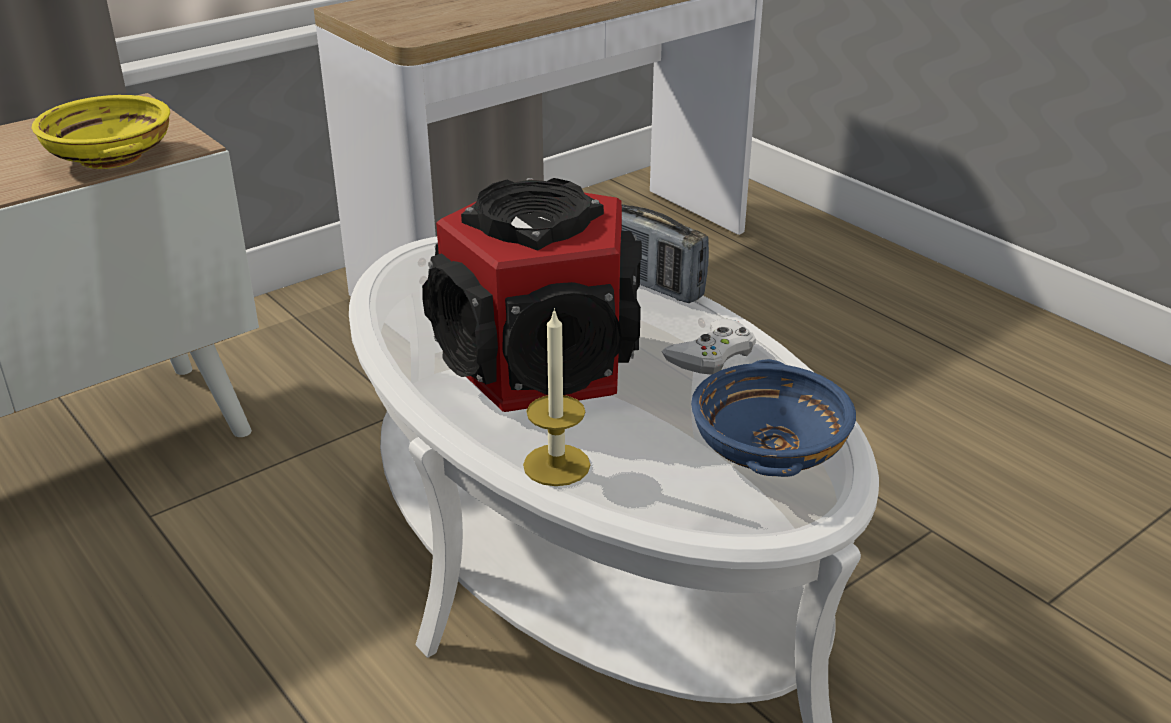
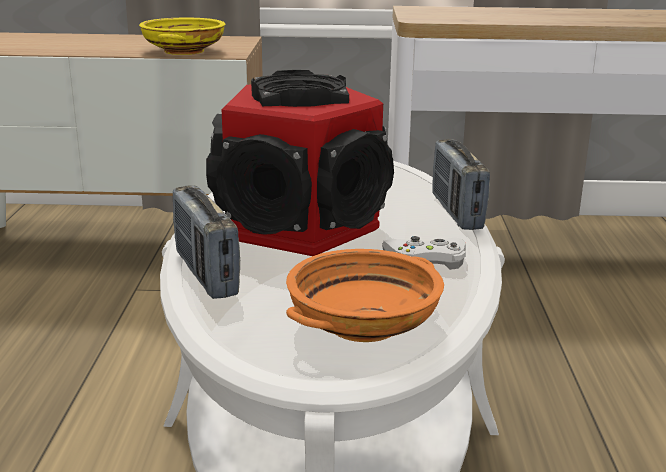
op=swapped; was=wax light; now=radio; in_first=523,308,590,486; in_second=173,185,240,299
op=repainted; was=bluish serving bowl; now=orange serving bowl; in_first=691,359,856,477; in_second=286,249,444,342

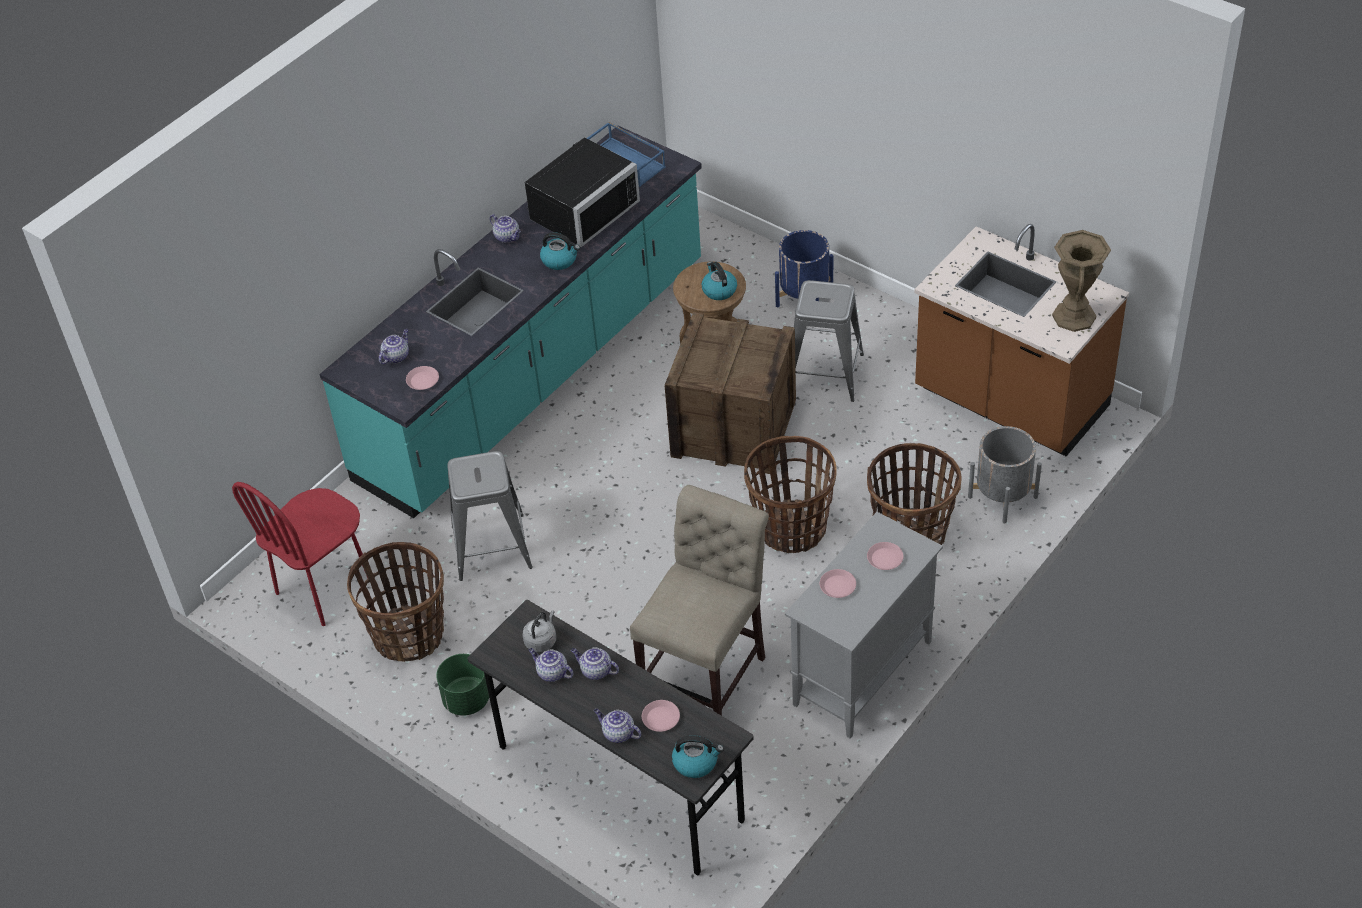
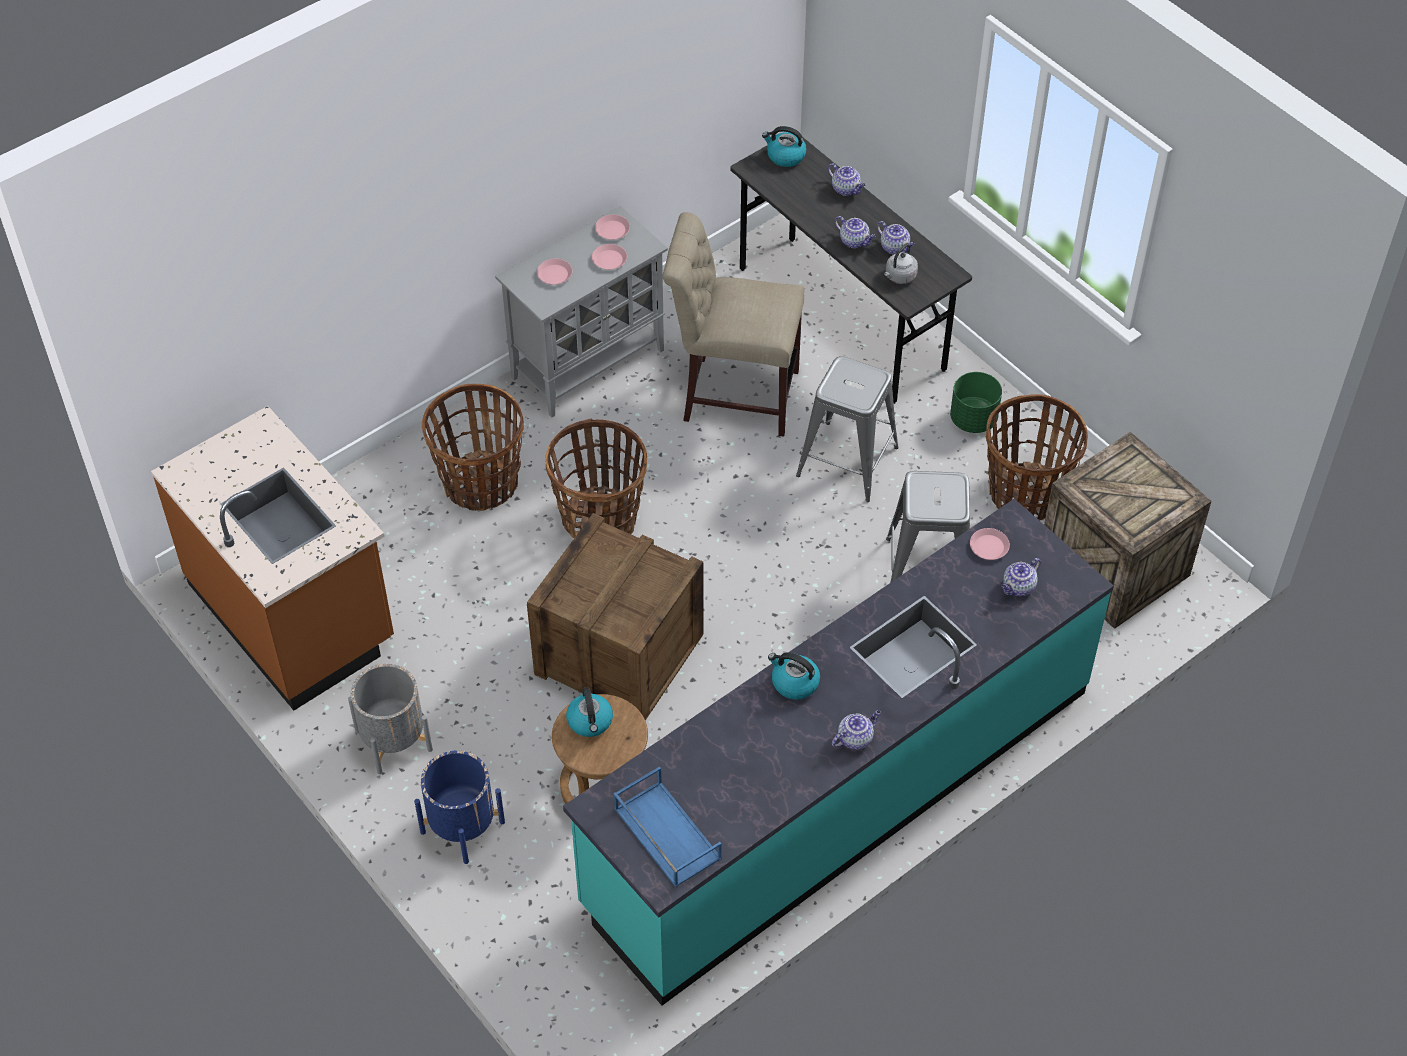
op=gone; was=blackish kitchen microwave; in_first=525,137,640,247
op=rotated; was=pot for tea; in_first=490,214,521,243; in_second=832,710,881,750; clockwise=90
op=gone; was=brown-coloured vase; in_first=1052,230,1111,332
op=shifted; was=greyish sitting stool; in_first=794,280,864,402; in_second=796,356,899,502
op=shifted; was=greyish flower pot; in_first=968,426,1042,523; in_second=348,664,433,774
op=swapped; was=red-coloured plain chair; now=crate; in_first=232,482,368,626; in_second=1044,432,1211,629
op=rotated; was=sand-coloured plain chair; in_first=630,485,769,716; in_second=662,212,804,437; clockwise=60
op=shifted; was=pink plate; in_first=642,700,680,732; in_second=595,215,630,240

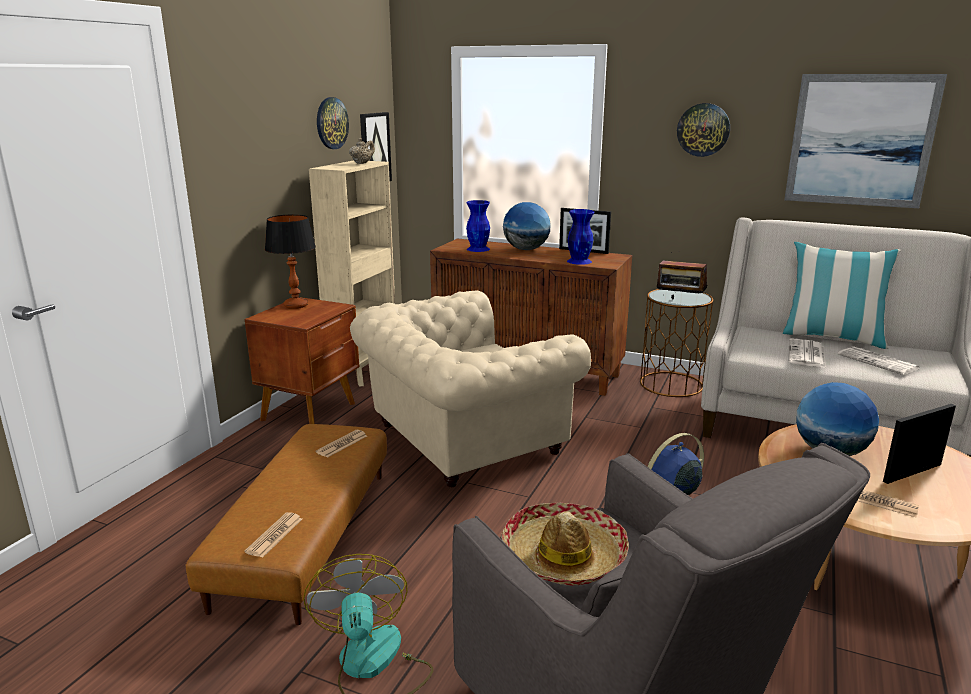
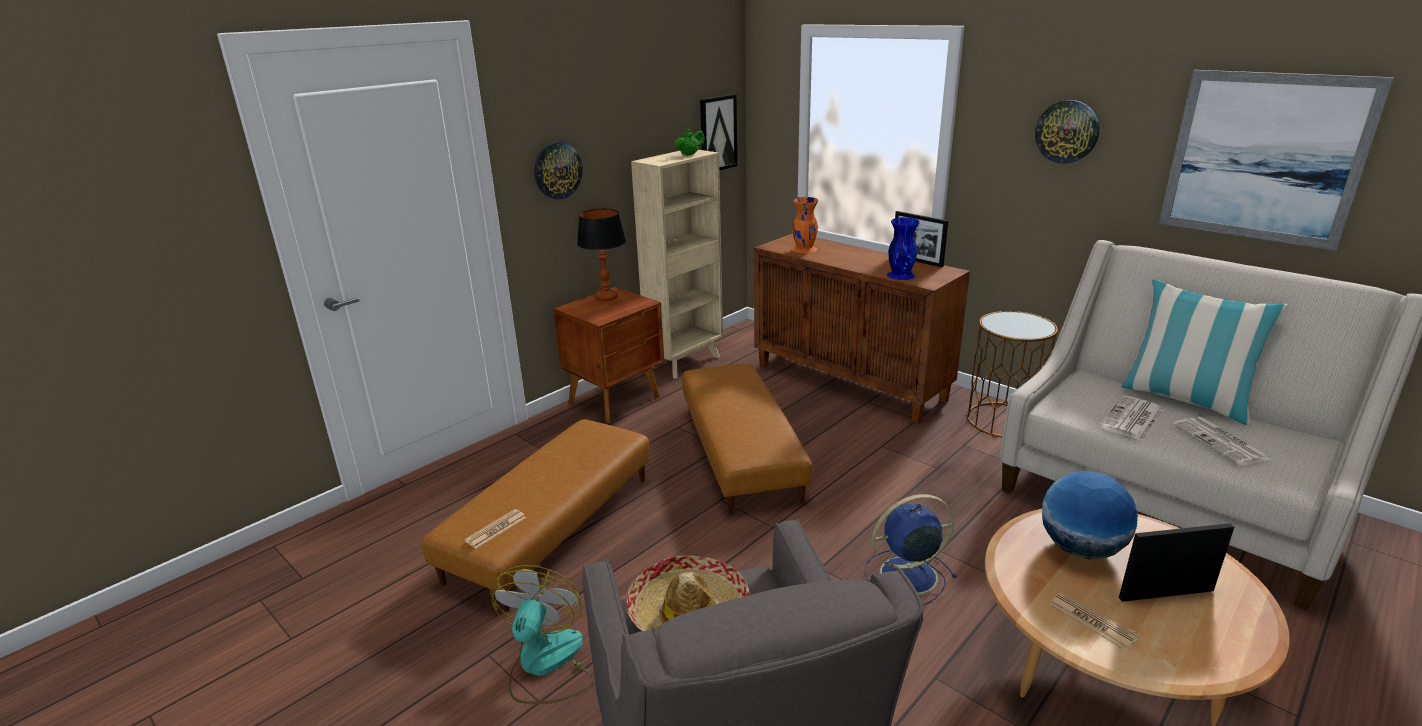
op=shifted; was=hanging clock; in_first=317,97,349,149; in_second=534,142,582,199
op=repainted; was=sand-coloured pot for tea; now=green-coloured pot for tea; in_first=349,138,375,164; in_second=674,129,705,156
op=repainted; was=bluish vase; now=orange vase; in_first=466,200,490,252; in_second=792,197,818,253
op=gone; was=world globe; in_first=503,202,551,250
op=gone; was=radio; in_first=657,252,707,299
op=swapped; was=sand-coloured easy chair; now=brown-coloured pouffe; in_first=350,290,591,487; in_second=682,364,813,515
op=gone; was=daily paper; in_first=316,430,367,458

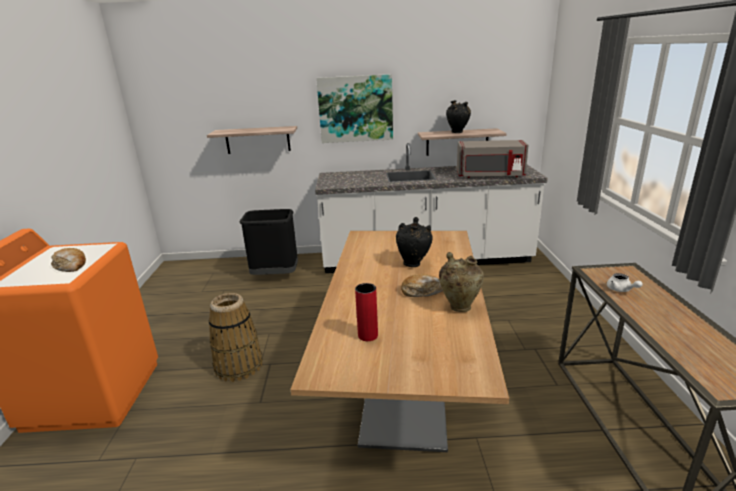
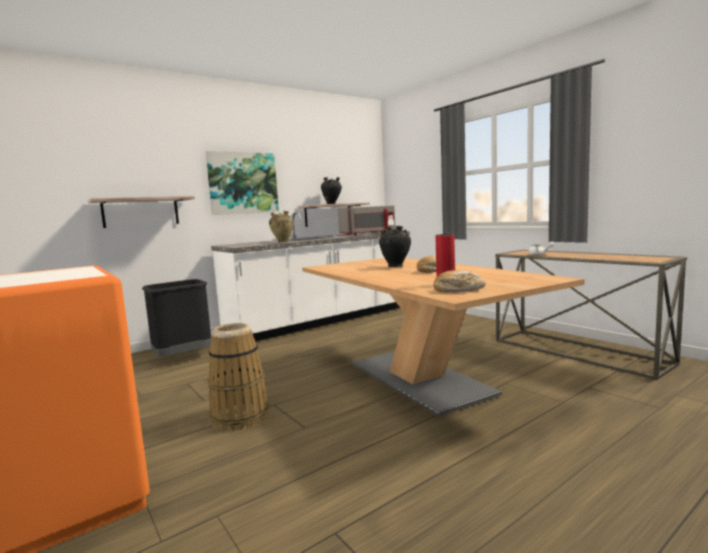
op=shifted; was=bread; in_first=51,248,86,272; in_second=433,270,486,292
op=shifted; was=sand-coloured vase; in_first=439,252,484,312; in_second=269,211,293,243

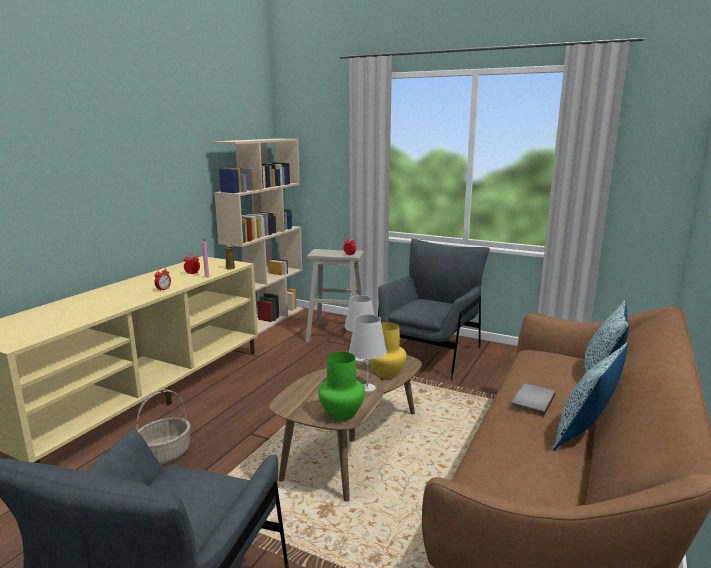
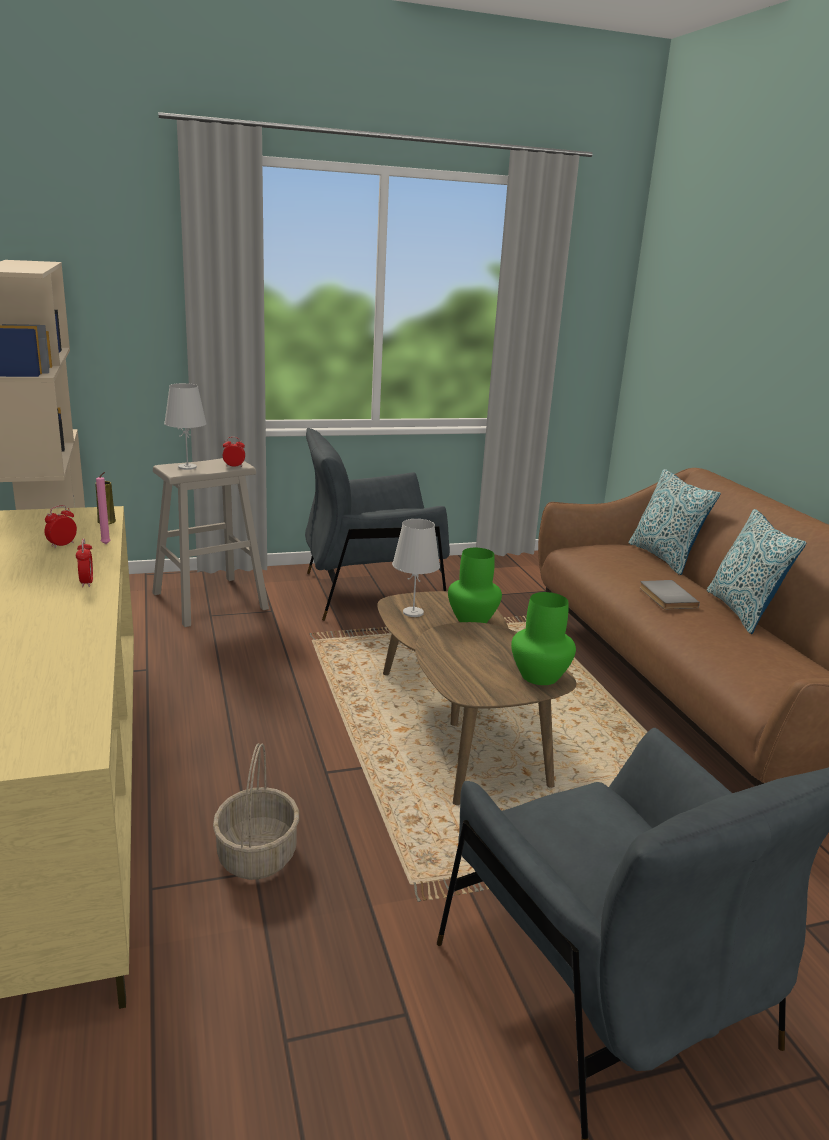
op=rotated; was=greyish easy chair; in_first=378,239,490,380; in_second=305,428,450,621; clockwise=-90
op=shifted; was=white table lamp; in_first=349,314,387,393; in_second=164,383,207,470
op=repainted; was=yellow vase; now=green-coloured vase; in_first=369,322,406,378; in_second=448,548,502,623

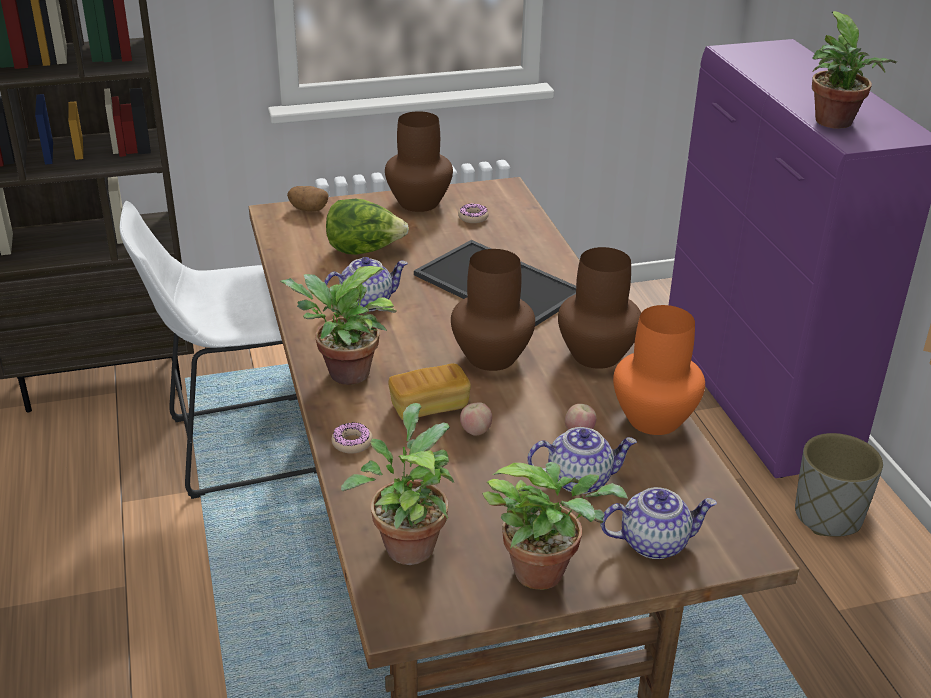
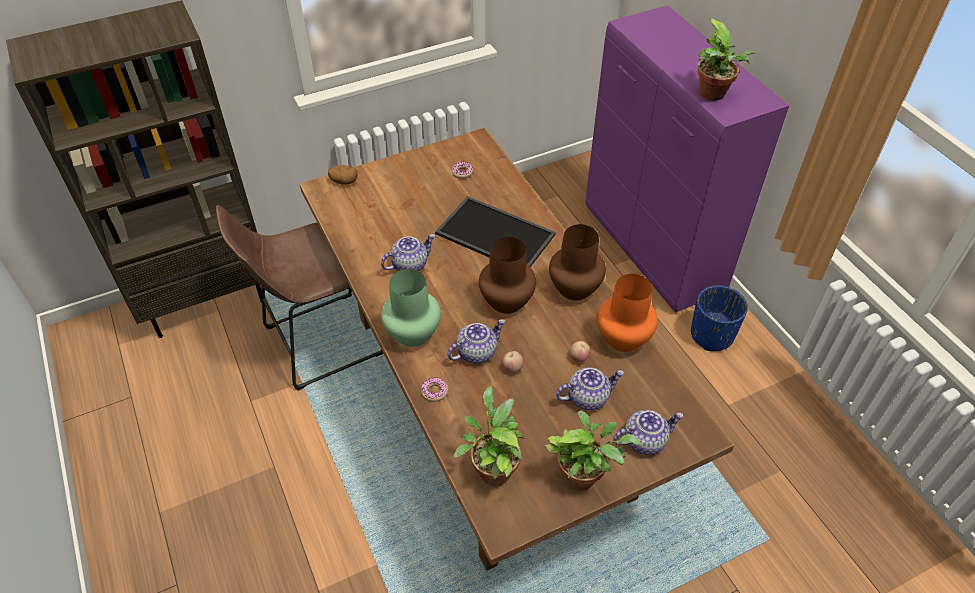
op=gone; was=brown-coloured vase; in_first=385,111,453,212
op=gone; was=lettuce; in_first=326,199,409,255
op=repainted; was=white sitting stool; now=brown-coloured sitting stool; in_first=120,201,317,499; in_second=216,205,384,391
op=swapped; was=plant in a pot; now=green-coloured vase; in_first=279,266,397,385; in_second=381,269,441,347
op=swapped; was=bread; now=pot for tea; in_first=388,363,471,420; in_second=447,319,506,364
op=repainted; was=greyish flower pot; now=bluish flower pot; in_first=795,433,883,537; in_second=691,285,748,351

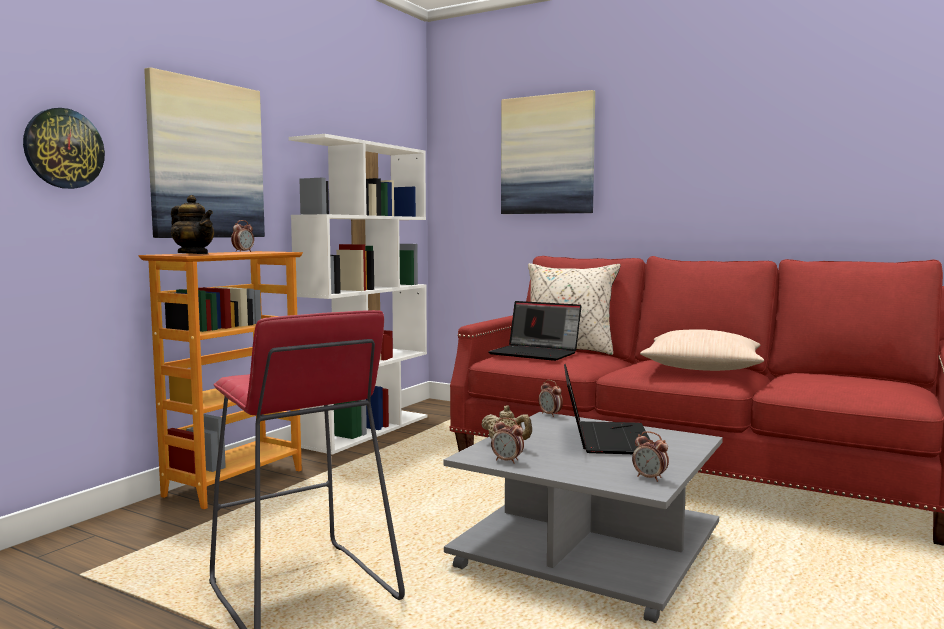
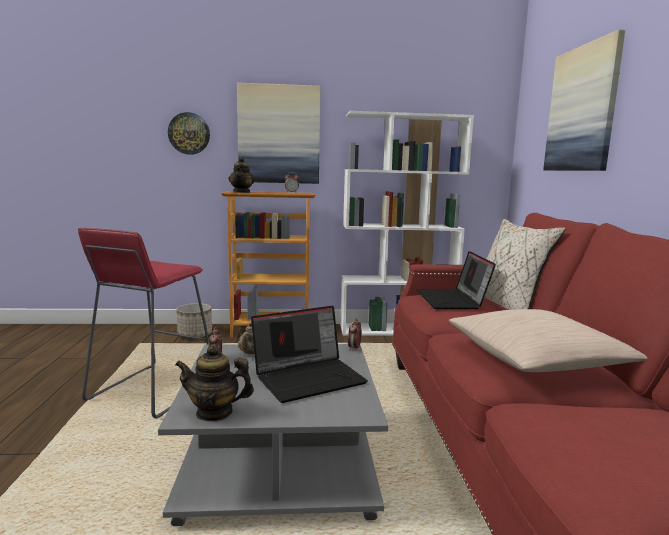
op=swapped; was=alarm clock; now=pot for tea; in_first=632,431,669,482; in_second=175,345,254,422
op=new; now=flower pot; in_second=176,303,212,338

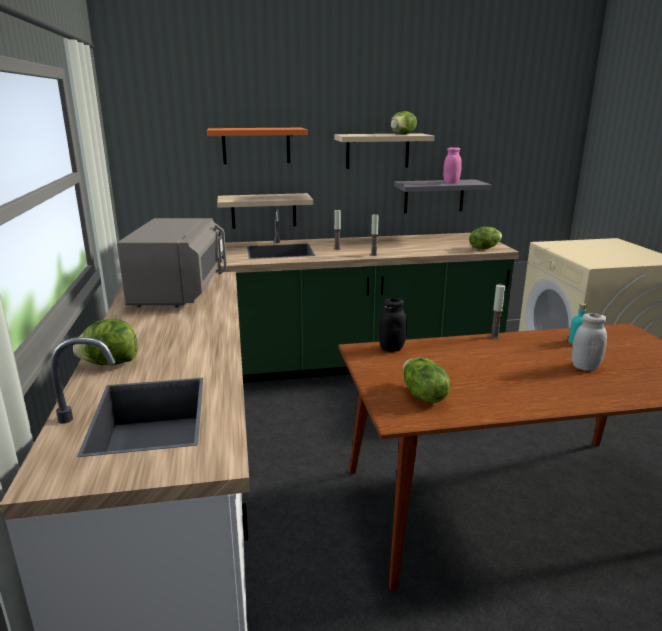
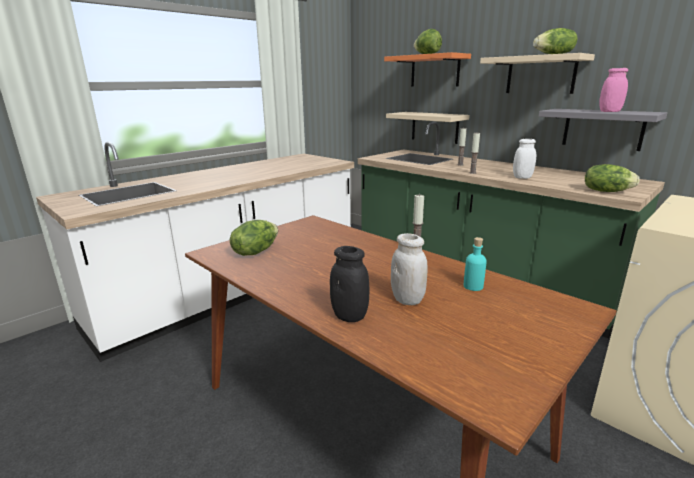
op=gone; was=greyish kitchen microwave; in_first=117,218,227,308
op=shifted; was=blackish storage jar; in_first=379,298,407,352; in_second=330,246,370,322
op=shifted; was=lettuce; in_first=73,319,137,365; in_second=414,29,442,54
op=new; now=white storage jar; in_second=513,139,536,179

